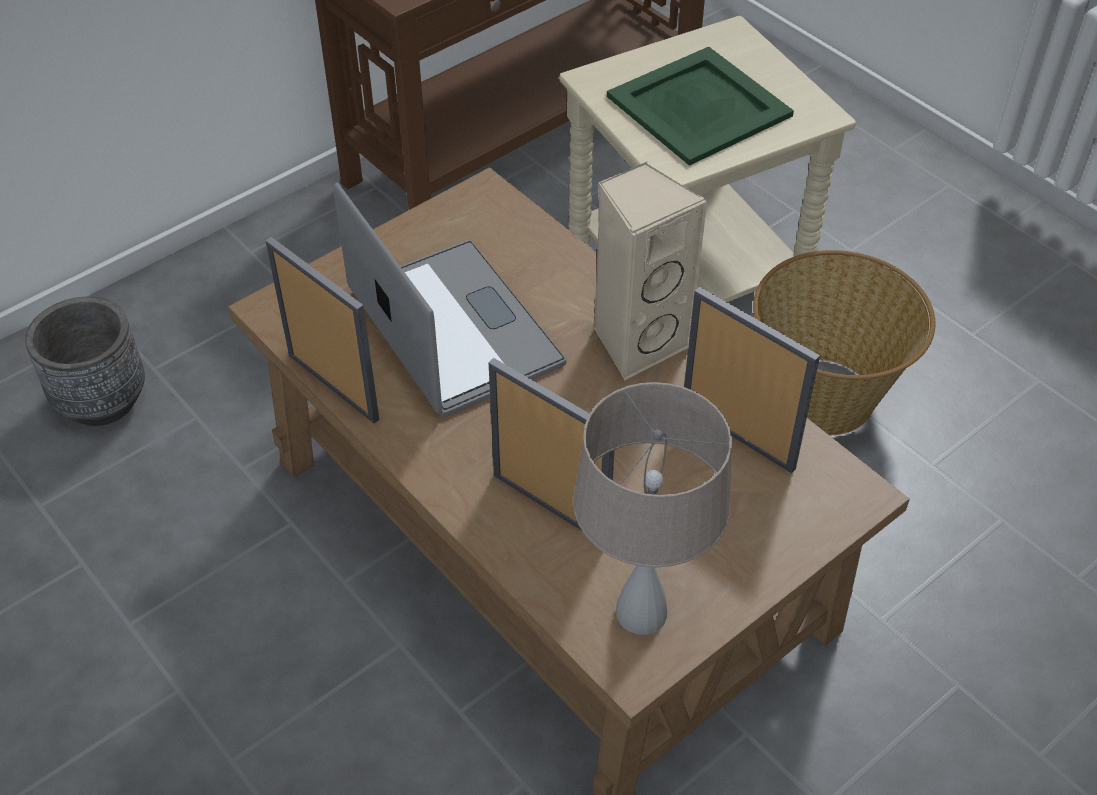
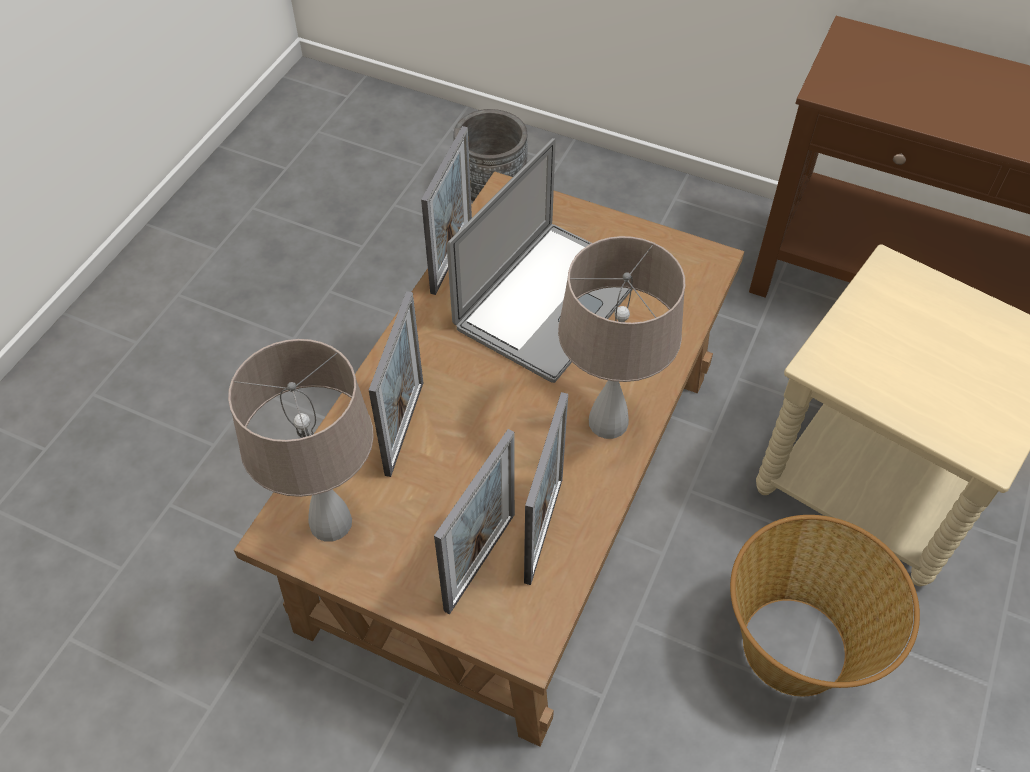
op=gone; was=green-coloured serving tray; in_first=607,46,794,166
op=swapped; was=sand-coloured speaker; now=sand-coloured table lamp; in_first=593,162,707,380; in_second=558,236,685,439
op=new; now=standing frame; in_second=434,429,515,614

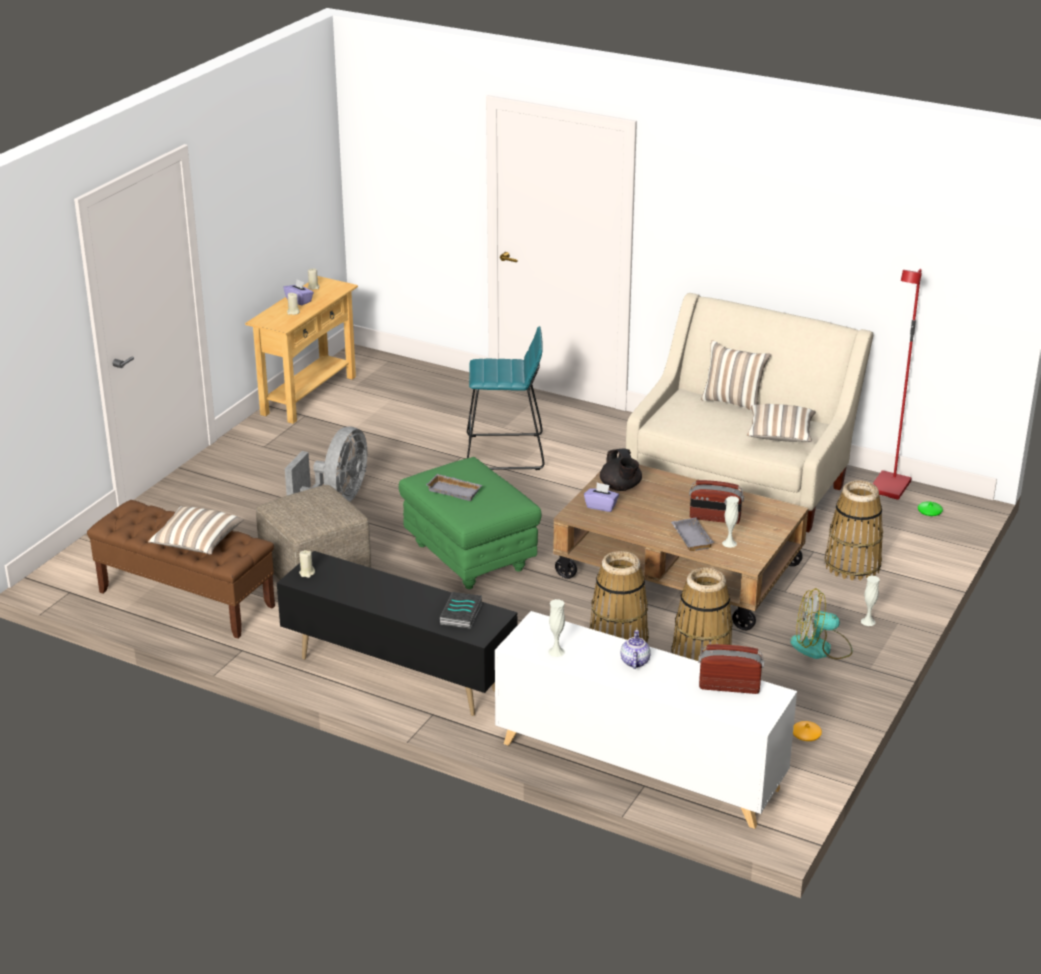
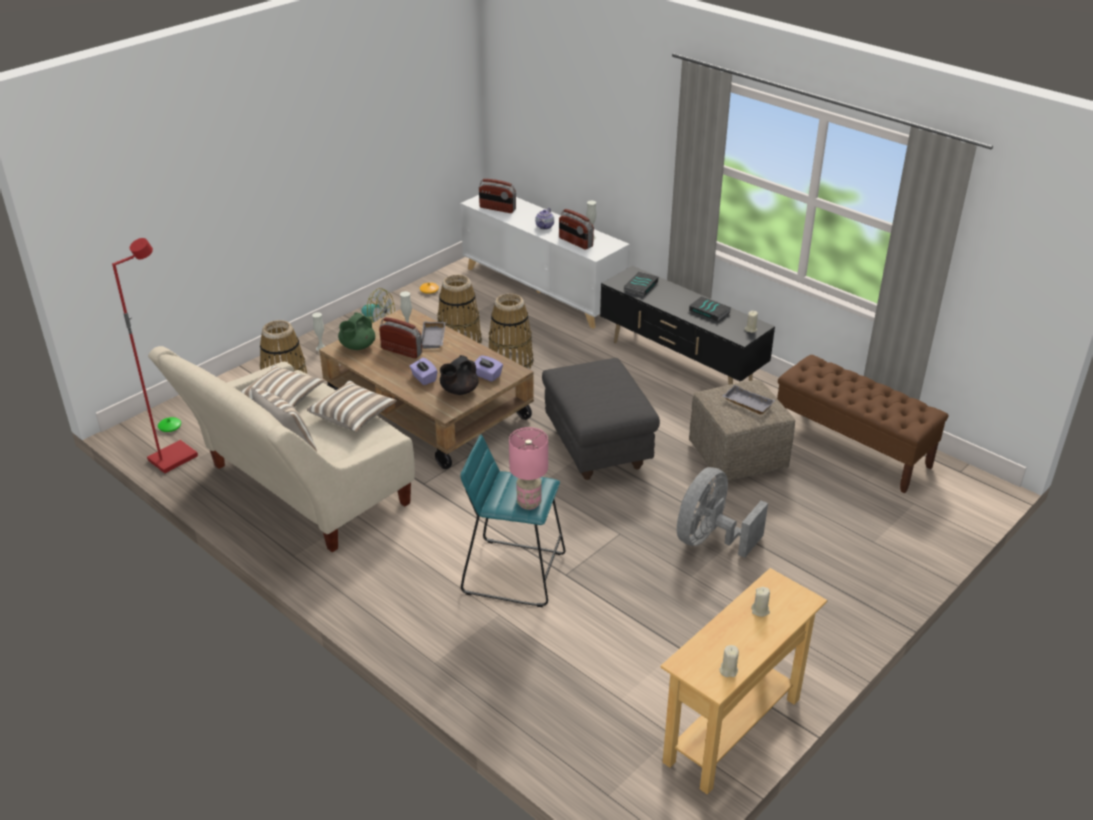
op=shifted; was=purple-coloured tissue holder; in_first=283,280,314,305; in_second=409,358,438,385
op=rotated; was=blackish pot for tea; in_first=600,448,642,491; in_second=440,355,478,395; clockwise=-135
op=repainted; was=green-coloured pouffe; now=greyish pouffe; in_first=399,457,541,589; in_second=542,358,660,480
op=shifted; was=greyish serving tray; in_first=426,474,483,501; in_second=723,385,775,415
op=shifted; was=pillow; in_first=148,506,244,555; in_second=307,380,397,433
op=new; now=radio; in_second=559,209,594,250
op=new; now=bound book; in_second=689,296,731,322
op=new; now=green-coloured pot for tea; in_second=338,312,375,350
op=new; now=pink table lamp; in_second=509,427,548,510

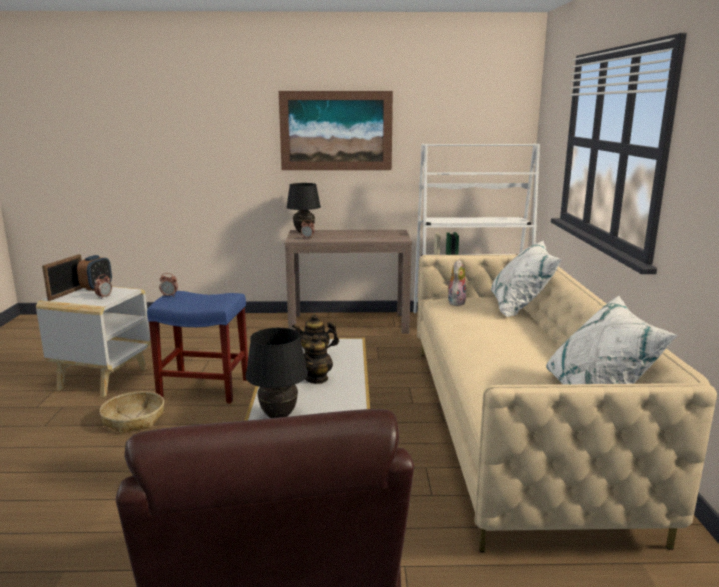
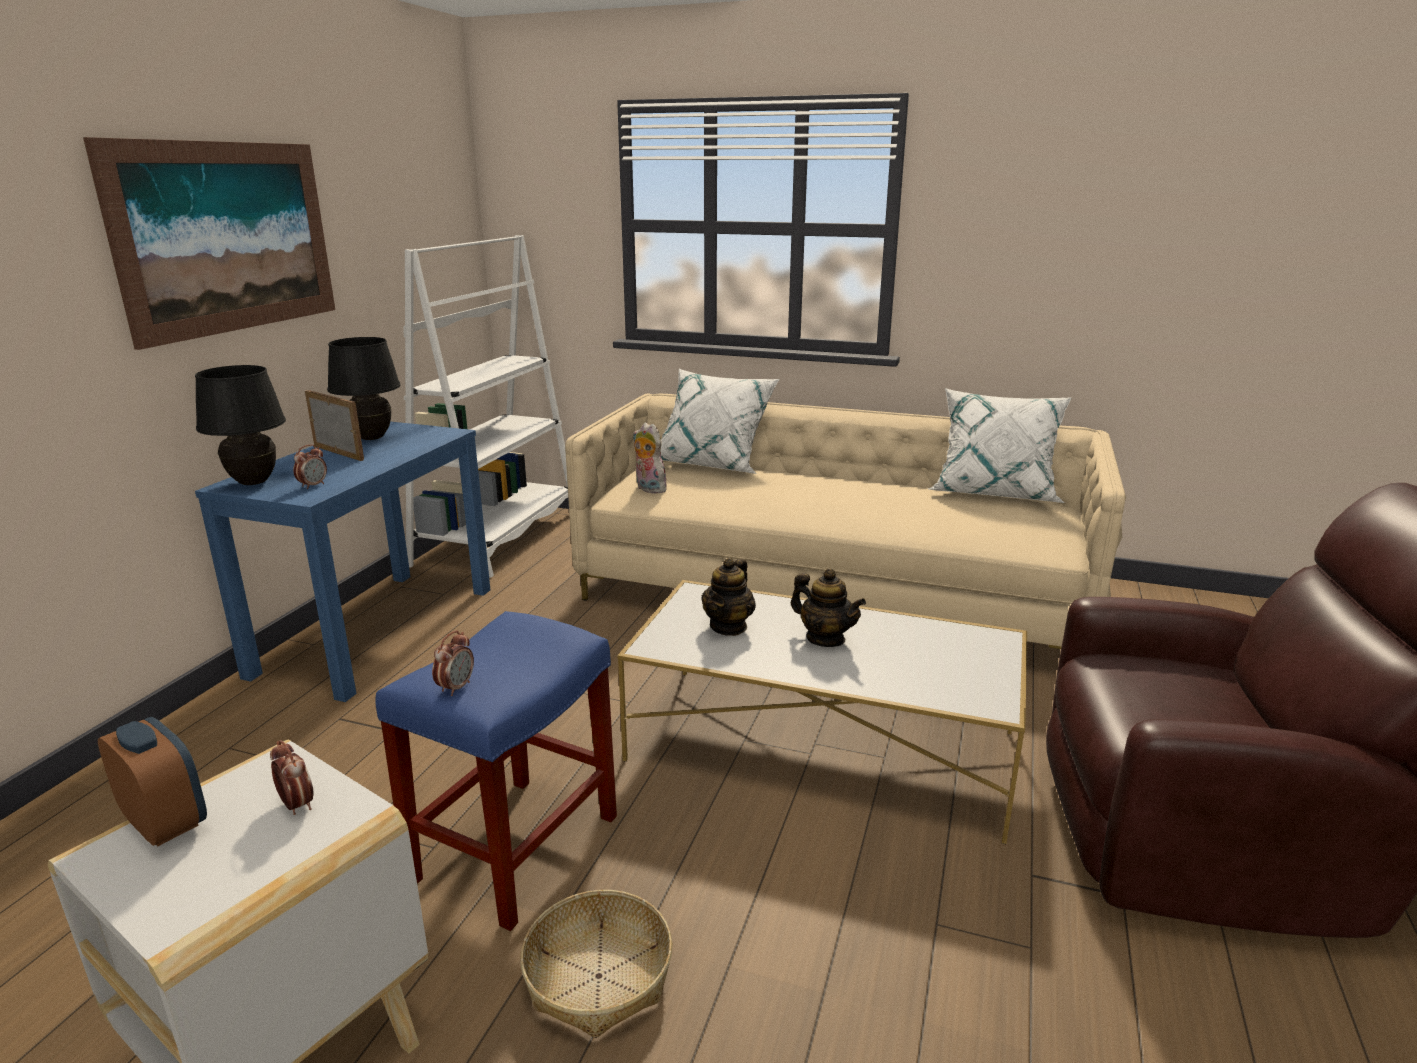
op=repainted; was=brown-coloured hall table; now=bluish hall table; in_first=285,230,412,334; in_second=195,421,490,702
op=shifted; was=standing frame; in_first=42,254,82,301; in_second=305,390,364,461
op=shifted; was=blackish table lamp; in_first=245,328,308,418; in_second=327,337,401,440

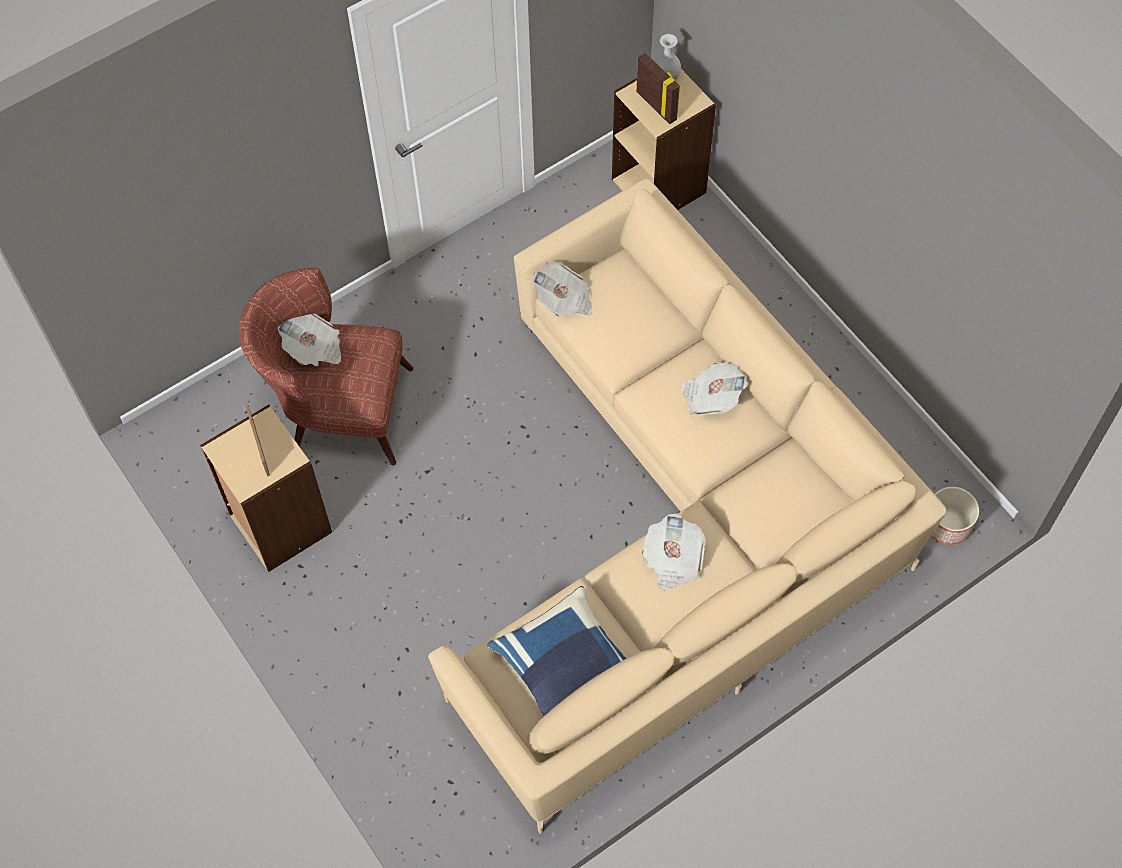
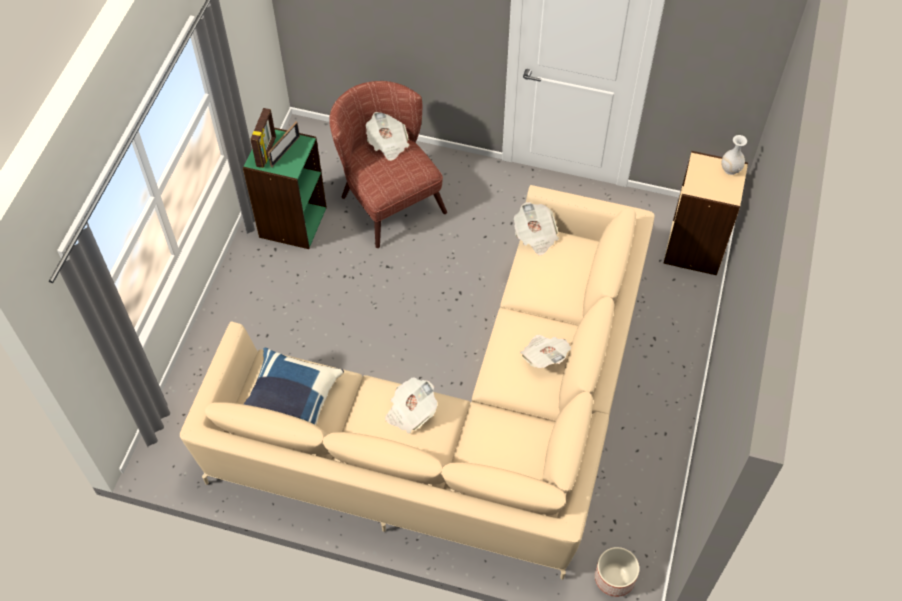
op=shifted; was=standing frame; in_first=636,53,681,124; in_second=250,108,276,168
op=repainted; was=sand-coloured shelving unit; now=green-coloured shelving unit; in_first=200,404,332,572; in_second=243,128,327,249

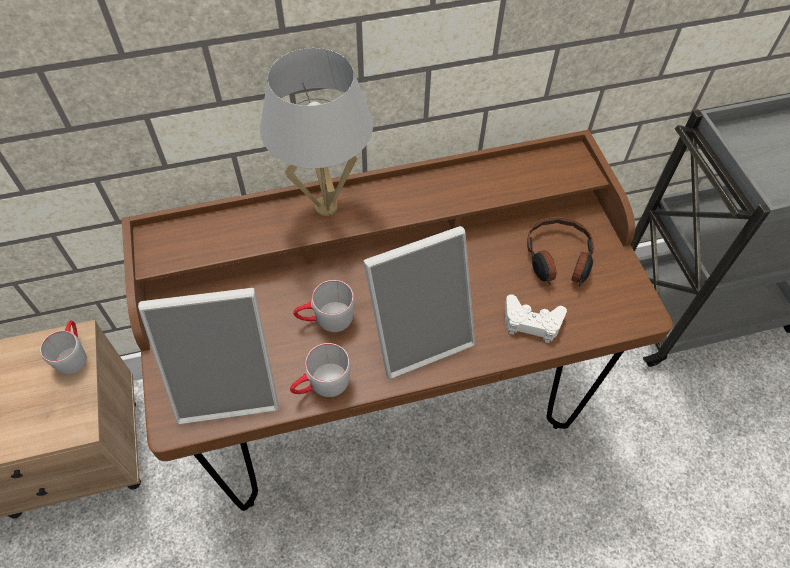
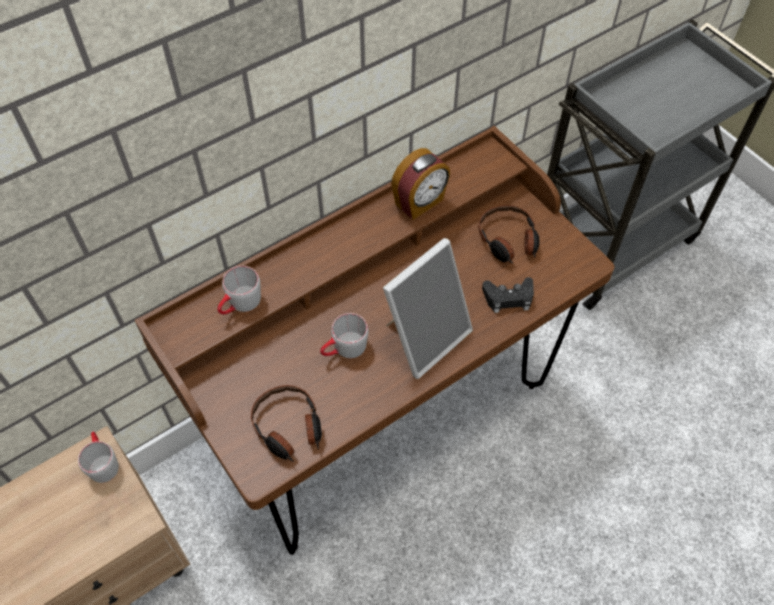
op=gone; was=white table lamp; in_first=260,48,373,216
op=swapped; was=standing frame; now=headphones; in_first=138,288,279,425; in_second=251,385,322,462
op=repainted; was=white joypad; now=blackish joypad; in_first=505,294,567,343; in_second=482,277,534,313
op=shifted; was=greyish tea mug; in_first=290,343,351,397; in_second=217,266,261,314
op=new; now=alarm clock; in_second=391,148,450,220

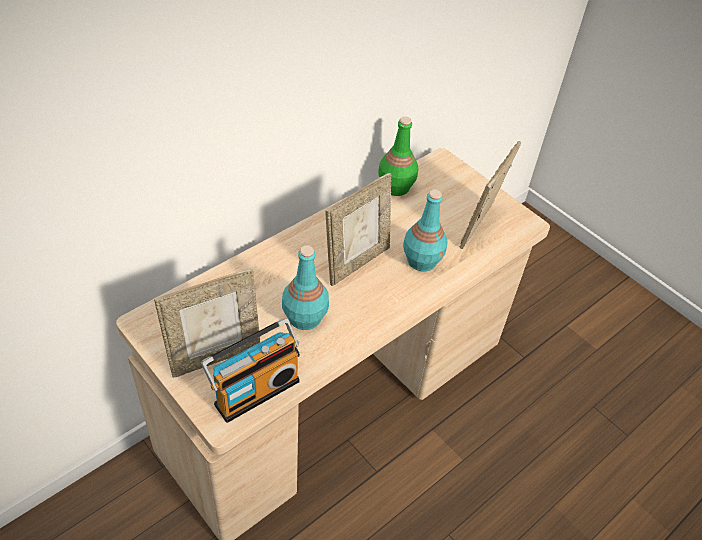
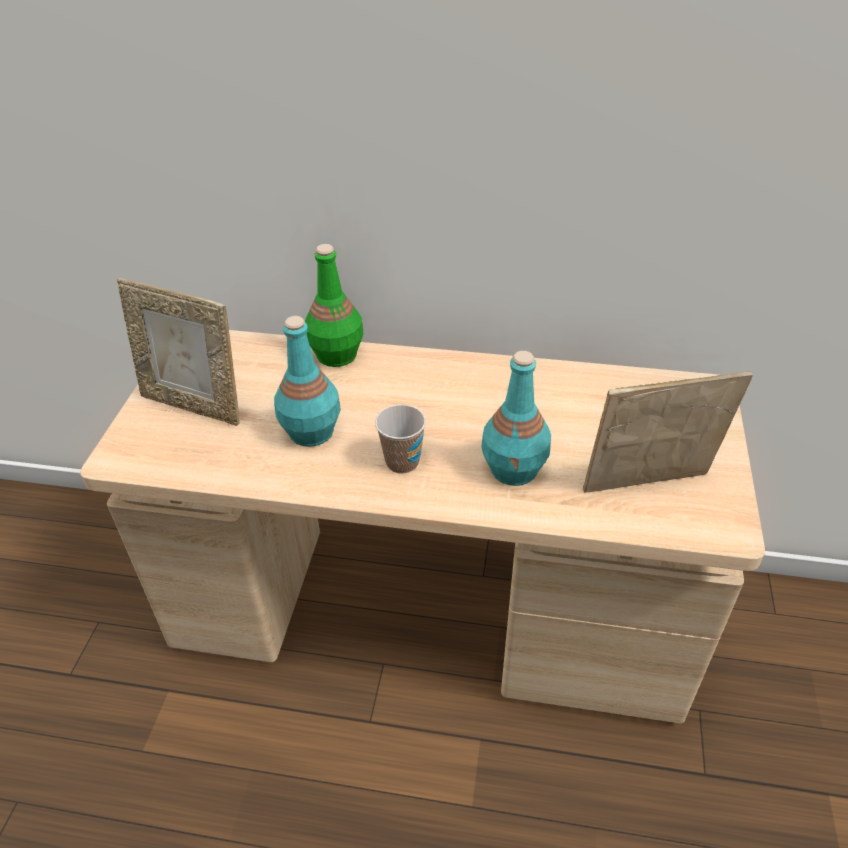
op=shifted; was=green-coloured bottle; in_first=378,116,418,196; in_second=305,244,364,367
op=gone; was=standing frame; in_first=326,173,391,286
op=gone; was=radio; in_first=201,319,300,423
op=new; now=cup; in_second=375,404,426,474

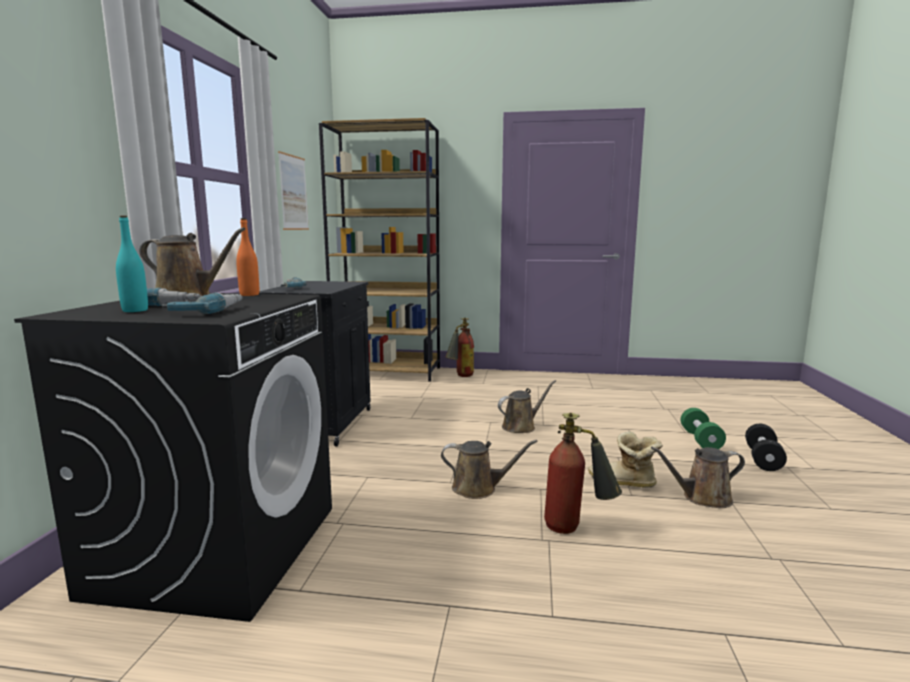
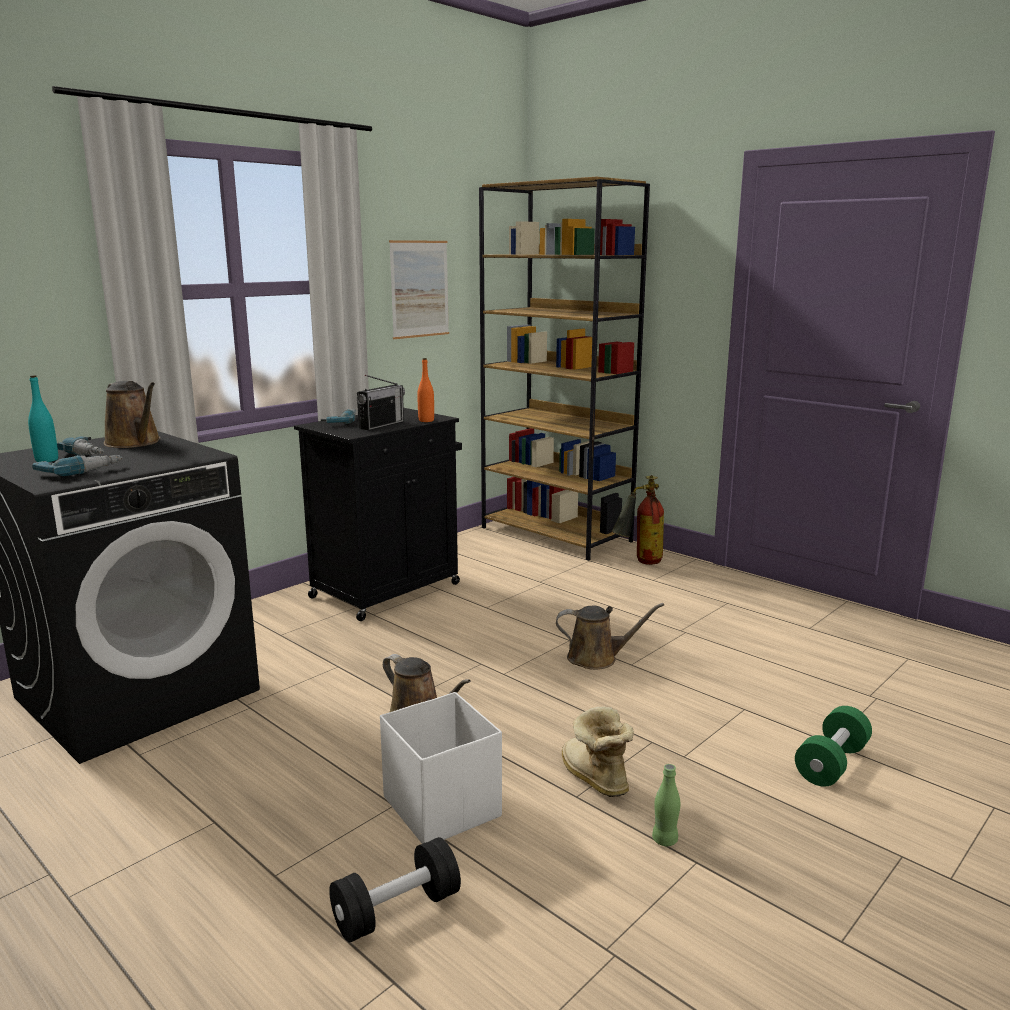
op=shifted; was=orange bottle; in_first=236,218,259,296; in_second=417,358,434,422
op=swapped; was=fire extinguisher; now=white storage container; in_first=544,413,622,534; in_second=380,692,502,844
op=shifted; was=blackish dumbbell; in_first=745,424,787,471; in_second=329,837,461,943
op=swapped; was=brown-coloured watering pot; now=green-coloured bottle; in_first=651,447,745,508; in_second=652,764,680,846
op=new; now=radio; in_second=357,375,405,430

